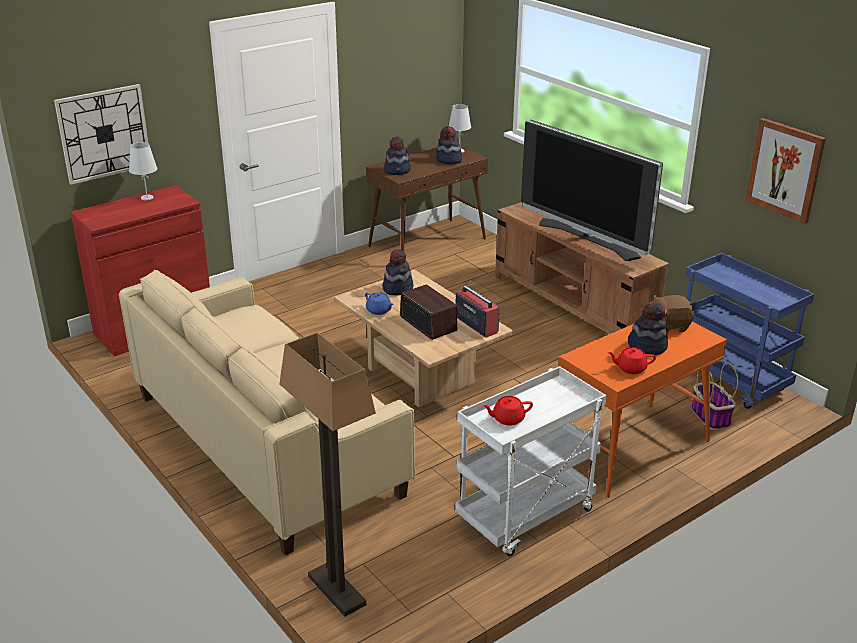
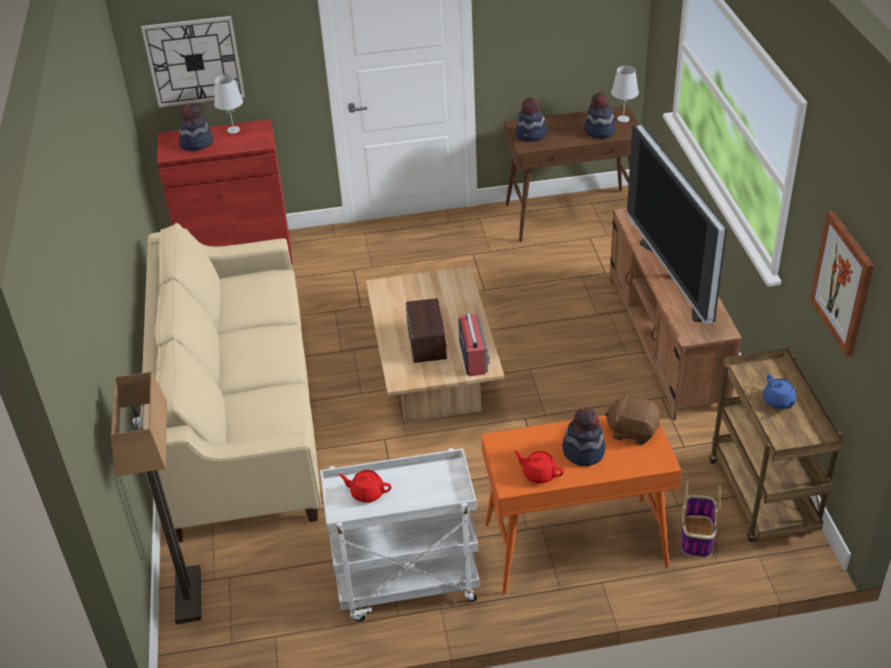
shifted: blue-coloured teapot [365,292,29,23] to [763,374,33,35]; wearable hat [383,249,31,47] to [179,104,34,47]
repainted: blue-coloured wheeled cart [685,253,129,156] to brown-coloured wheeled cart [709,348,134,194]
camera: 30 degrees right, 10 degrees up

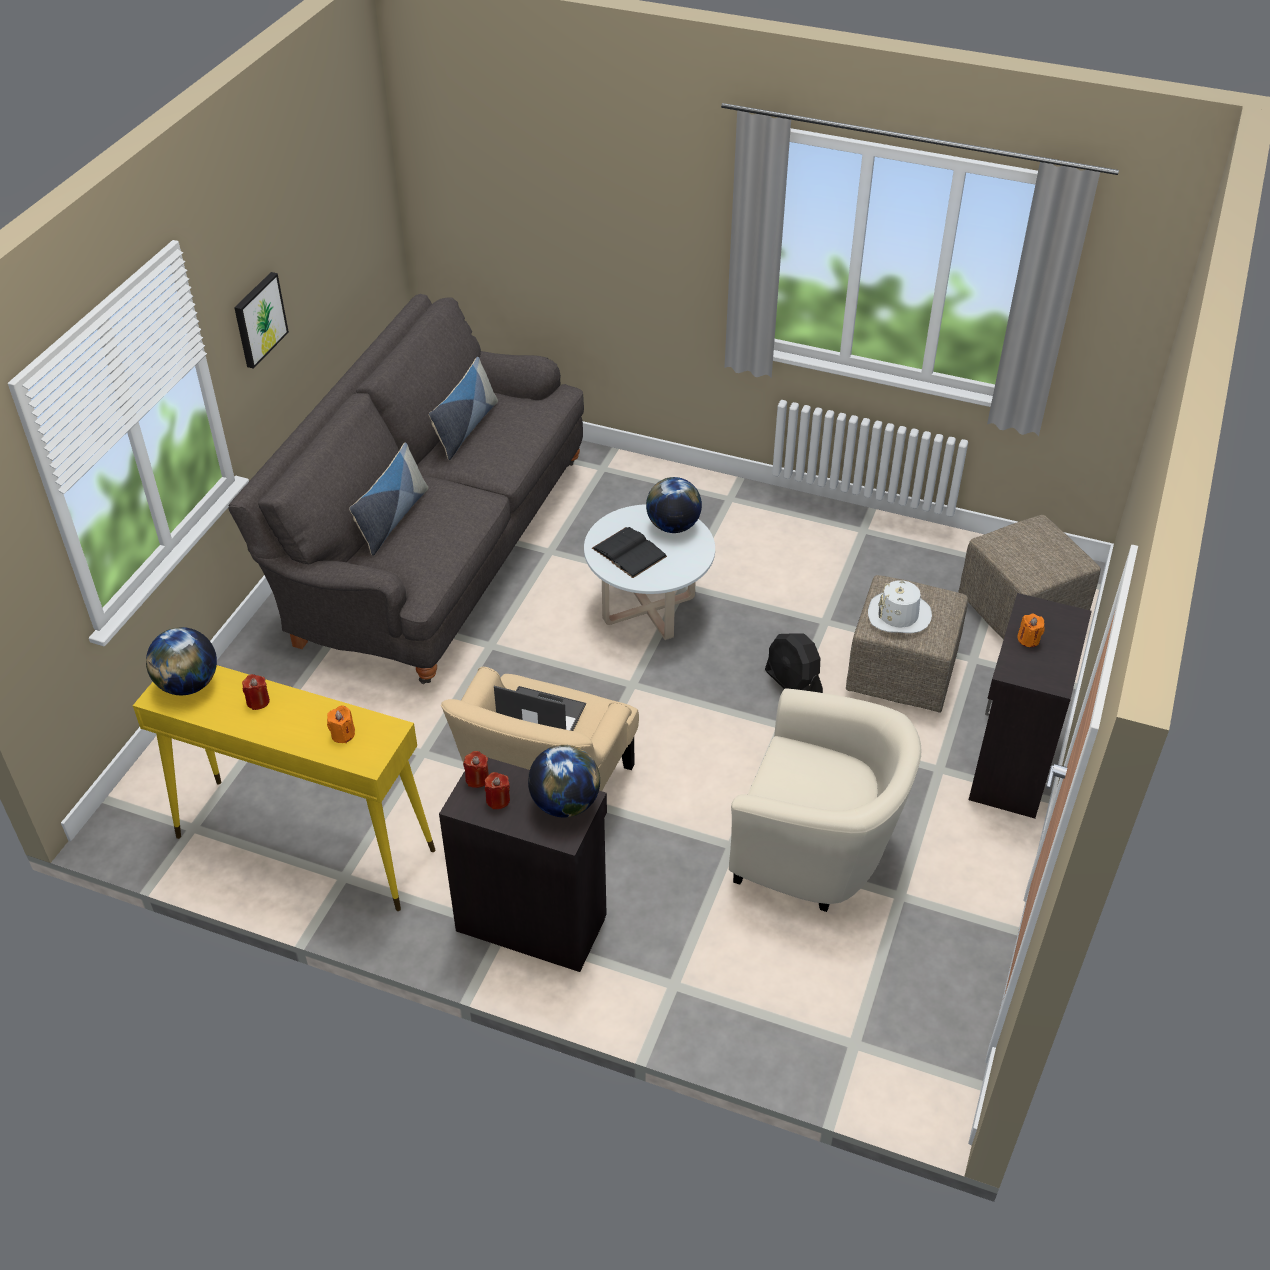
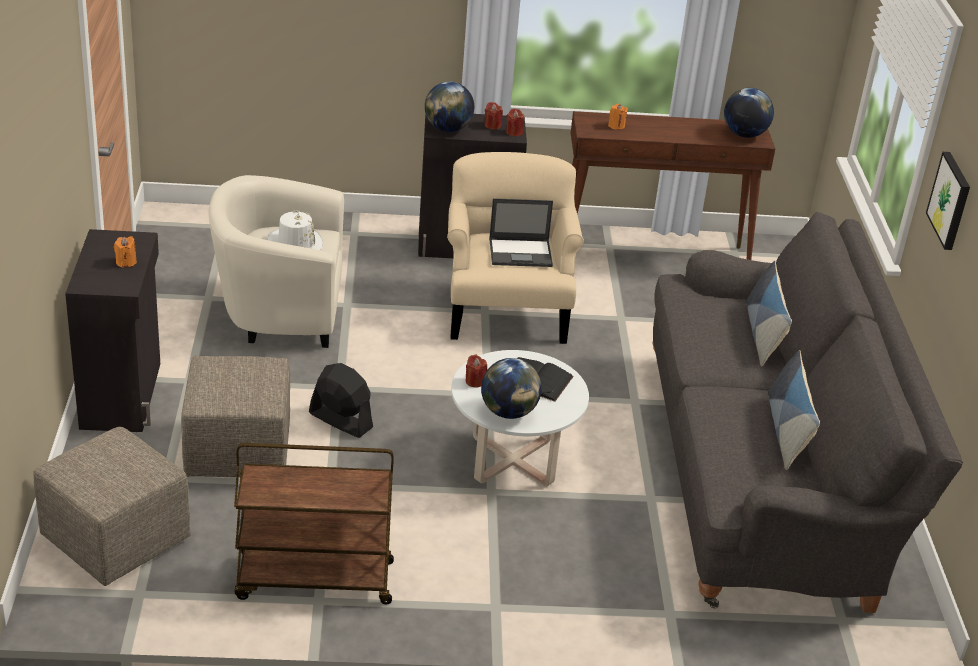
new: brown-coloured wheeled cart [234,443,160,162]
shifted: red-coloured wax candle [242,674,28,36] to [466,355,21,32]; white-coloured wearable hat [868,580,64,53] to [267,210,56,40]
repainted: yellowish narrow table [133,665,302,246] to brown-coloured narrow table [571,111,204,149]
camera: 155 degrees right, 10 degrees down

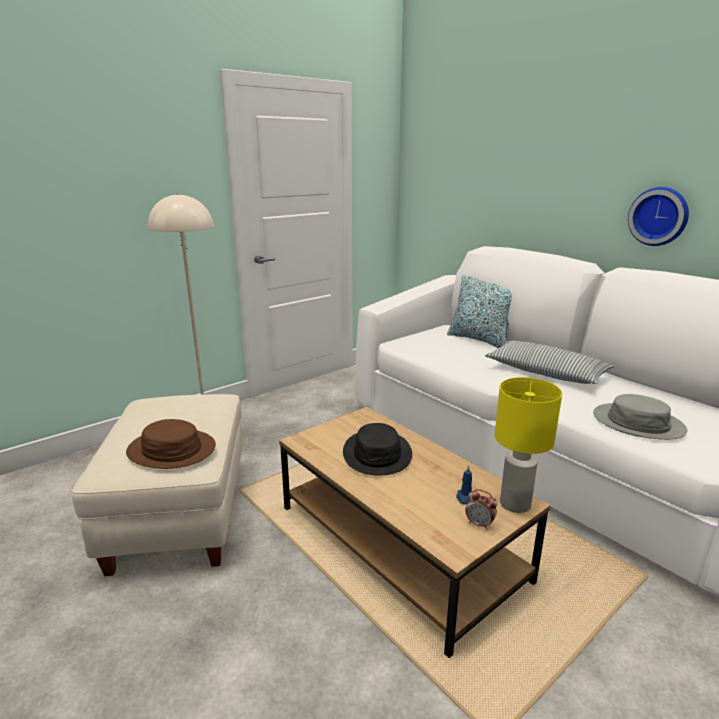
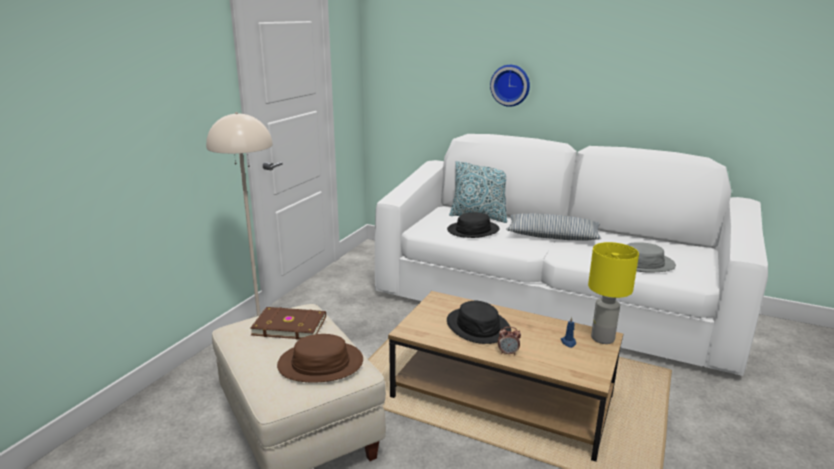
new: brown-coloured volume [250,307,76,33]; black-coloured wearable hat [447,212,53,26]
shifted: alarm clock [465,489,32,41] to [498,327,23,28]; wall clock [628,187,61,59] to [490,65,40,42]
camera: 25 degrees left, 0 degrees up

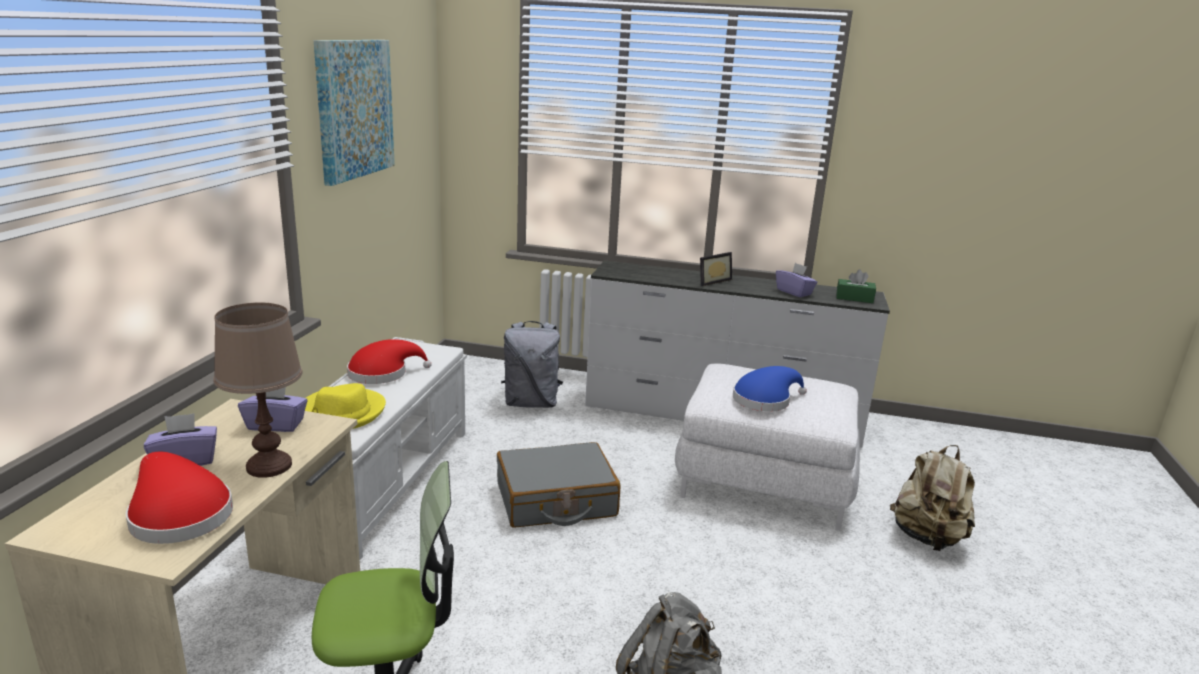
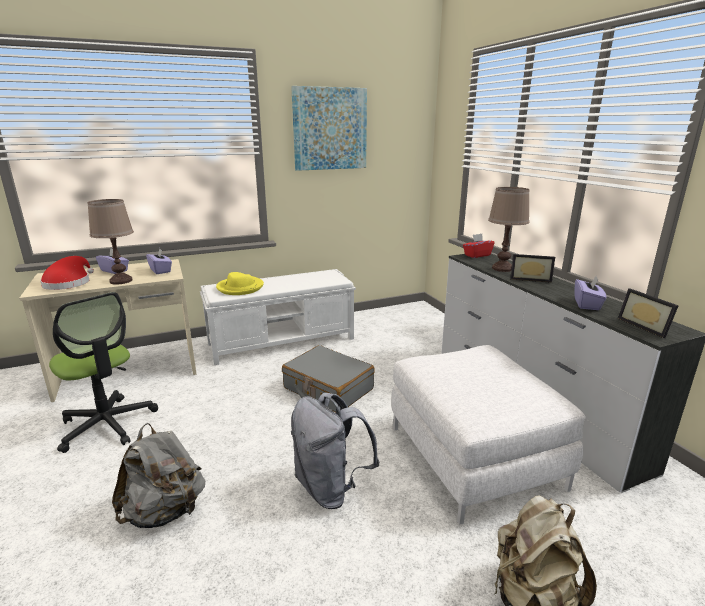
gone: red-coloured wearable hat [347,339,85,45]; blue-coloured wearable hat [733,366,74,45]
new: red-coloured tissue holder [463,234,32,24]; brown-coloured tabletop lamp [488,187,42,85]
shifted: gray backpack [501,321,62,87] to [291,392,89,117]
swapped: greenish tissue holder [836,269,40,34] to picture frame [618,288,60,50]
camera: 55 degrees right, 0 degrees up

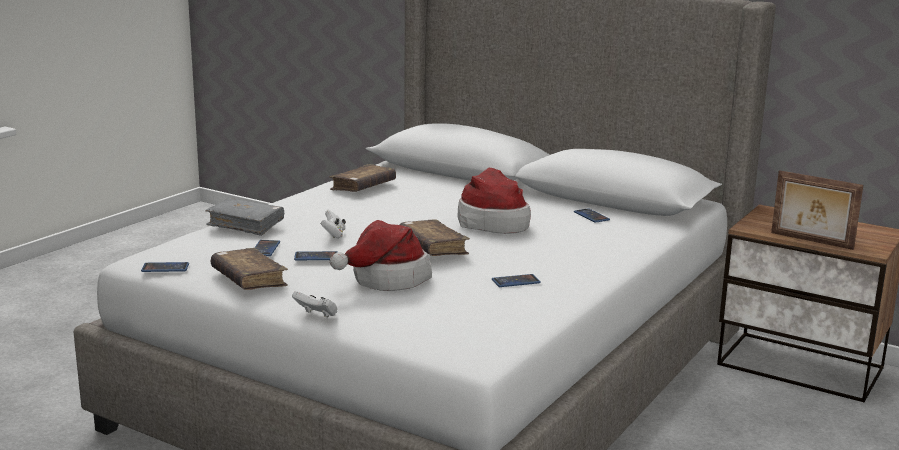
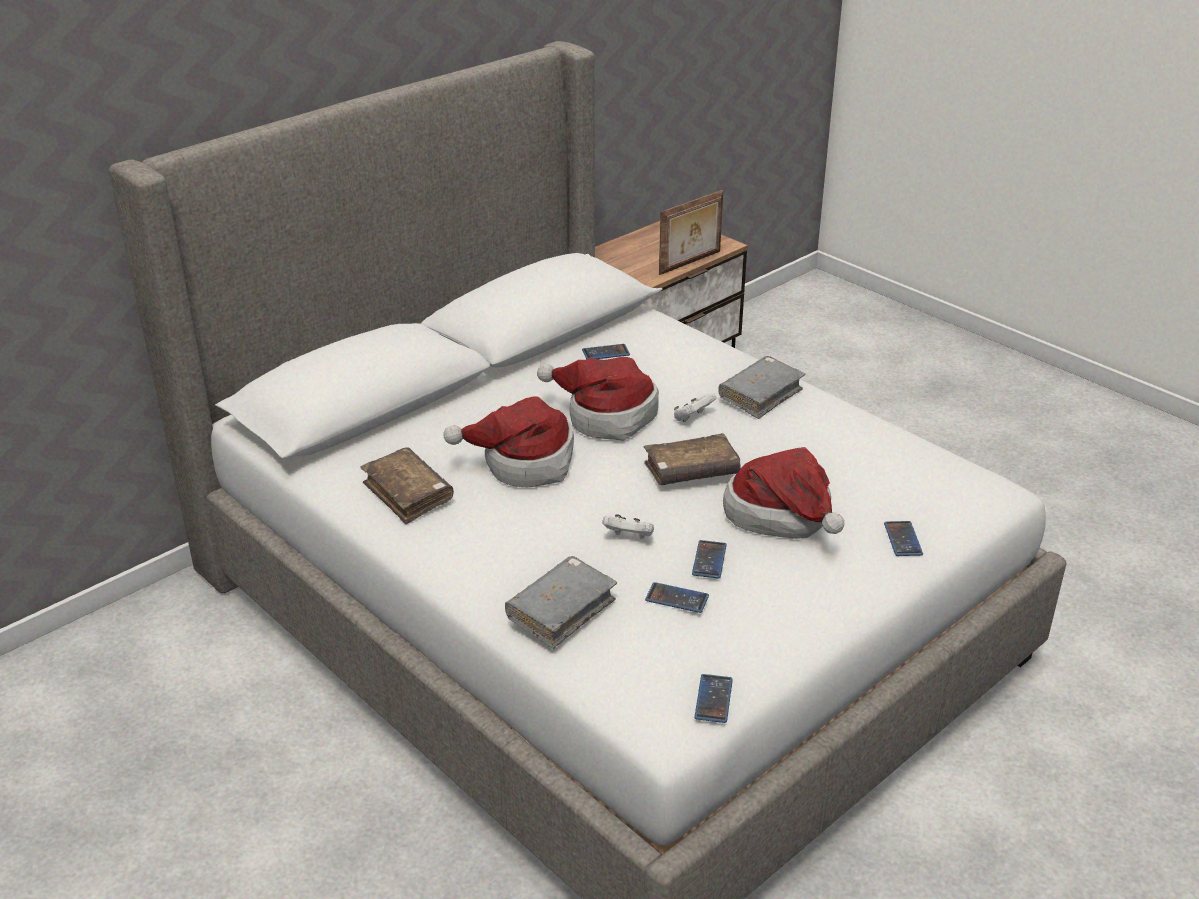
gone: brown-coloured volume [211,248,77,42]
new: wearable hat [443,396,131,91]; gray volume [718,356,87,63]
shifted: white-coloured game controller [292,291,45,27] to [674,393,43,29]; telephone [492,274,49,13] to [884,521,39,35]
camera: 75 degrees left, 15 degrees up

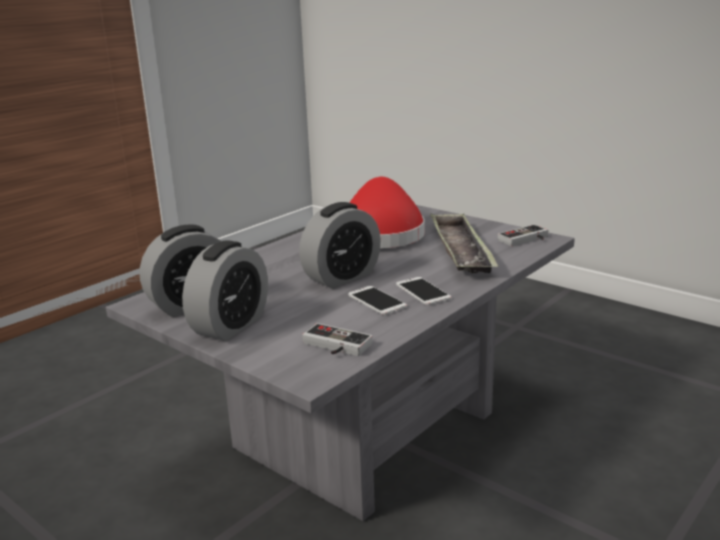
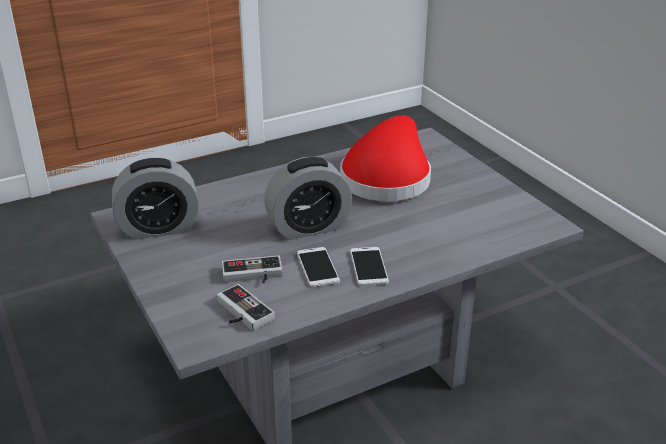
gone: alarm clock [182,240,86,101]; carrying tray [430,213,69,60]
shifted: game controller [498,224,50,22] to [222,255,61,28]
camera: 20 degrees right, 10 degrees up

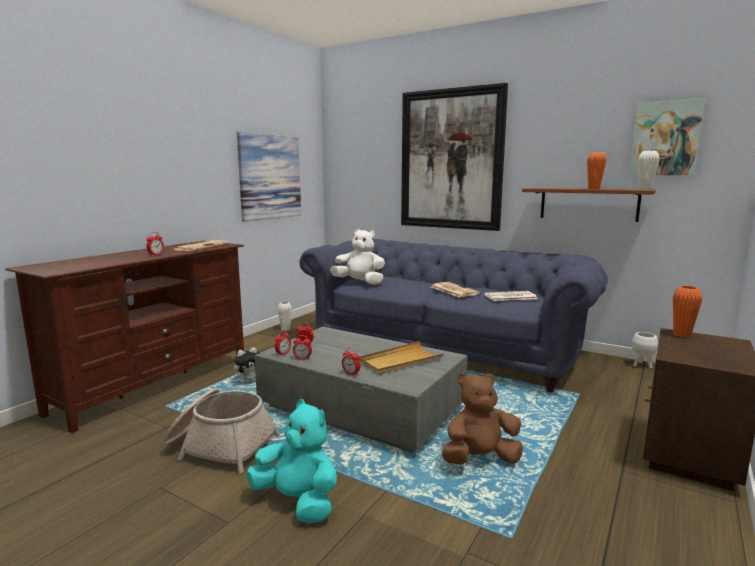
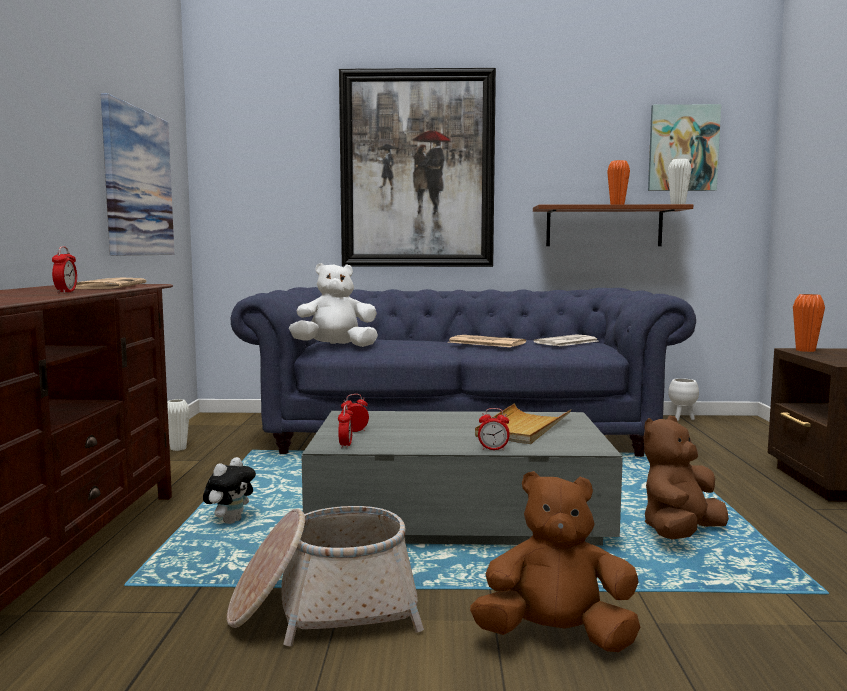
gone: alarm clock [293,335,19,25]
repainted: turquoise-coloured soft toy [246,399,91,124] to brown-coloured soft toy [470,471,170,181]
camera: 30 degrees left, 5 degrees down

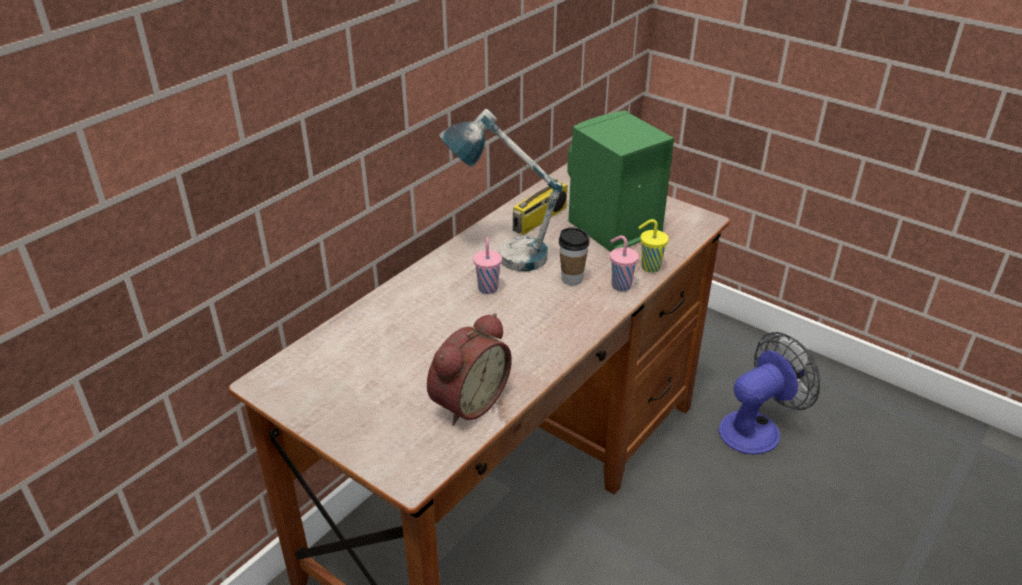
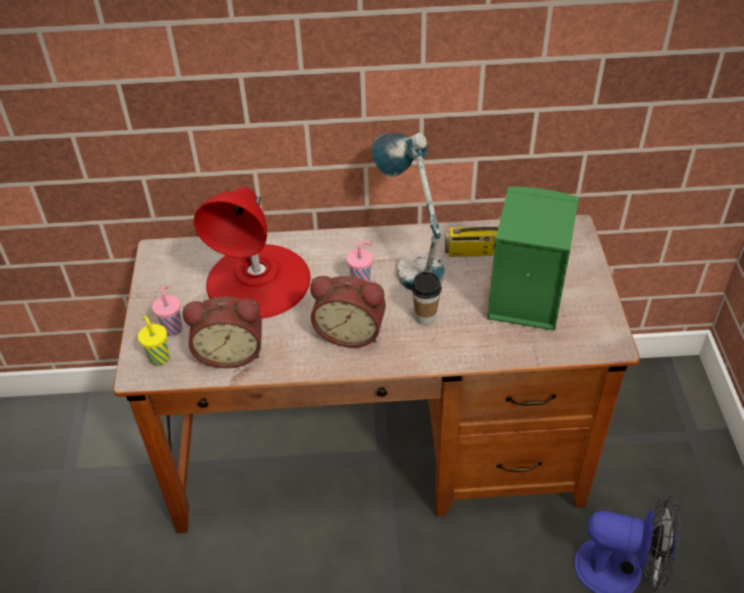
new: red-coloured tabletop lamp [193,187,118,132]; alarm clock [310,276,76,72]
shifted: pinkish cup [610,236,29,55] to [152,286,30,50]; yellowish cup [638,219,31,54] to [138,316,31,50]
camera: 50 degrees right, 10 degrees up

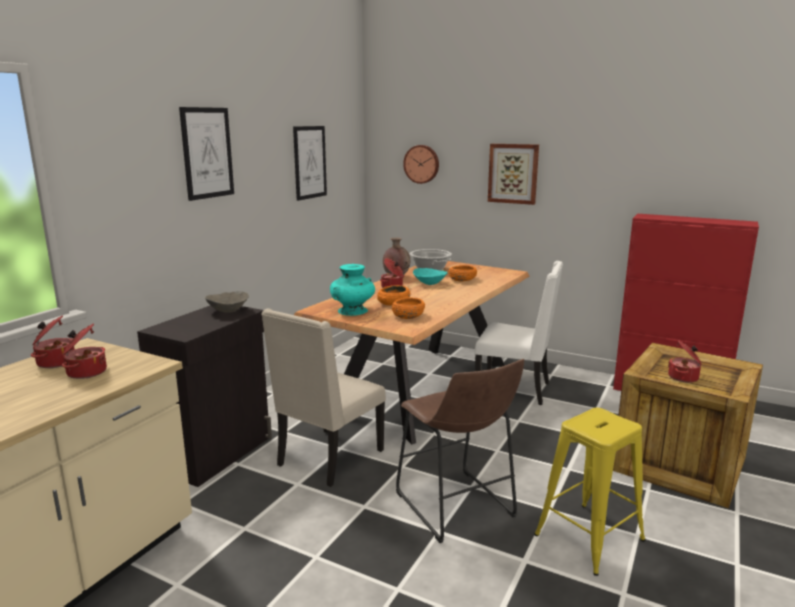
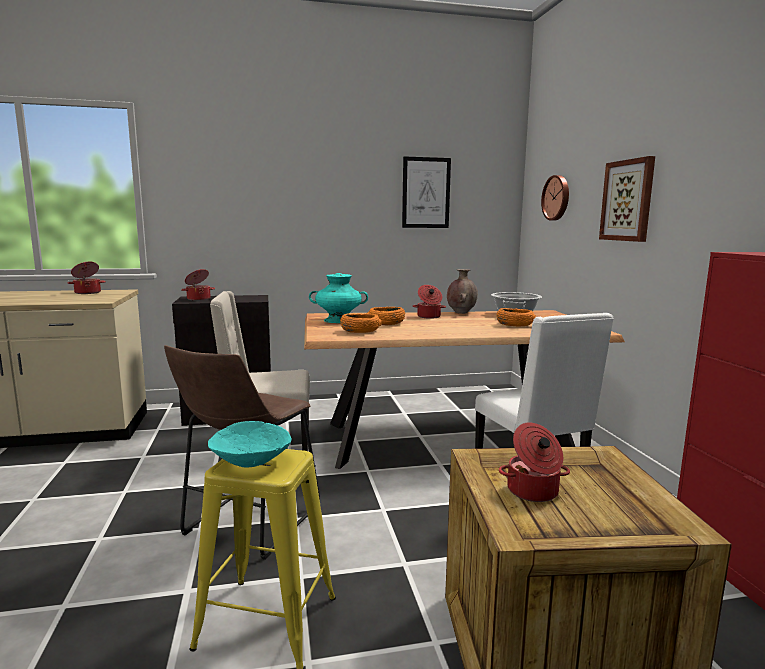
gone: wall art [179,107,55,94]; gray serving bowl [205,291,44,22]
shifted: stockpot [62,324,45,55] to [181,269,34,32]; turquoise-coloured serving bowl [413,268,35,17] to [208,421,84,47]
camera: 50 degrees right, 5 degrees down

